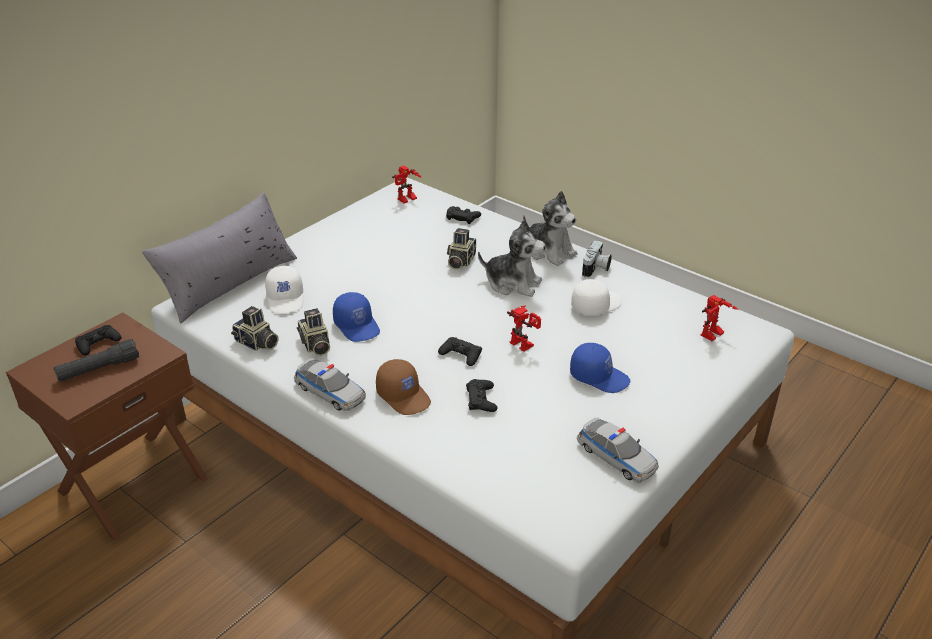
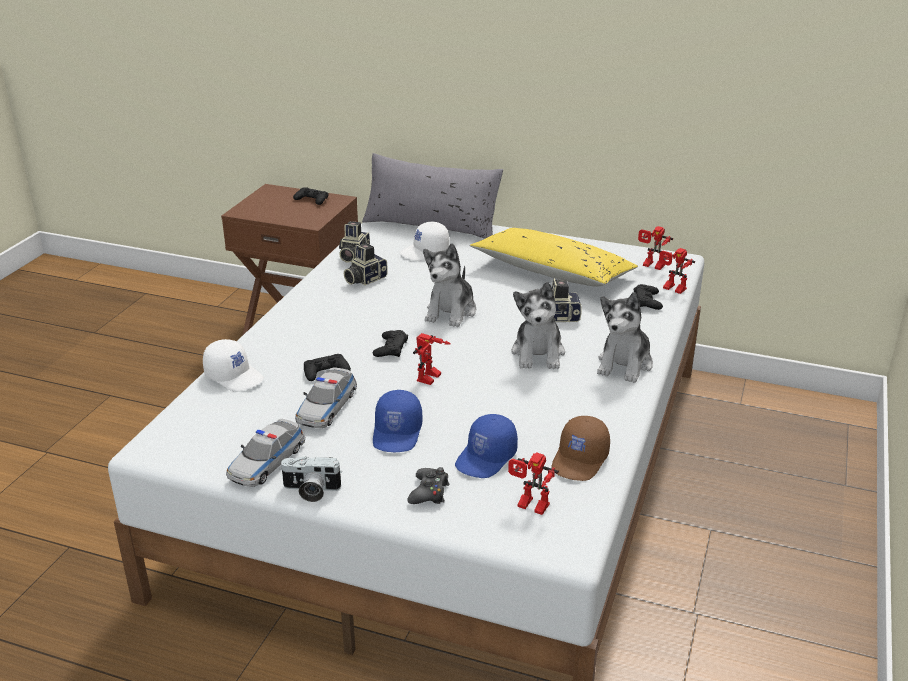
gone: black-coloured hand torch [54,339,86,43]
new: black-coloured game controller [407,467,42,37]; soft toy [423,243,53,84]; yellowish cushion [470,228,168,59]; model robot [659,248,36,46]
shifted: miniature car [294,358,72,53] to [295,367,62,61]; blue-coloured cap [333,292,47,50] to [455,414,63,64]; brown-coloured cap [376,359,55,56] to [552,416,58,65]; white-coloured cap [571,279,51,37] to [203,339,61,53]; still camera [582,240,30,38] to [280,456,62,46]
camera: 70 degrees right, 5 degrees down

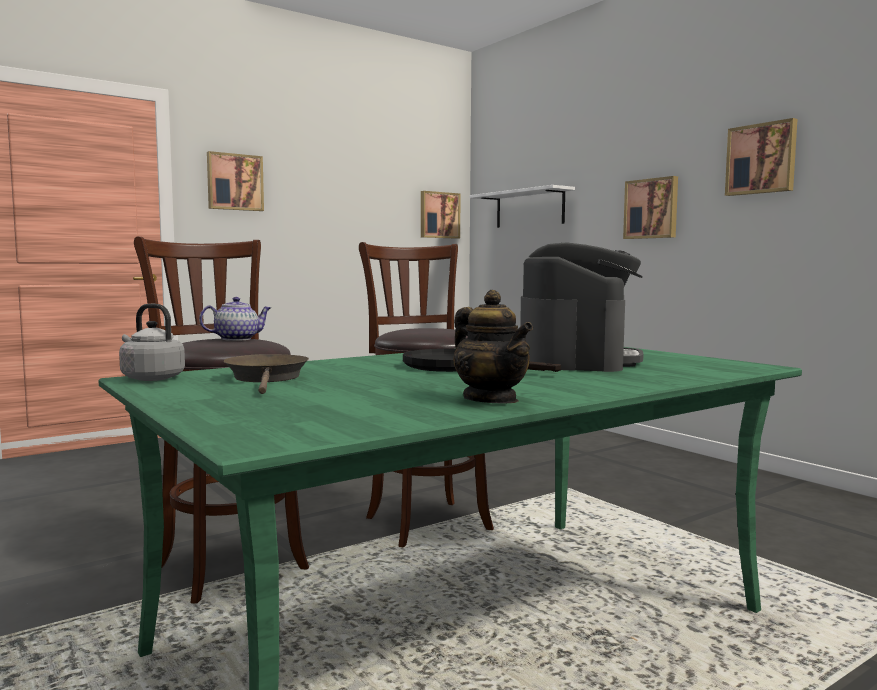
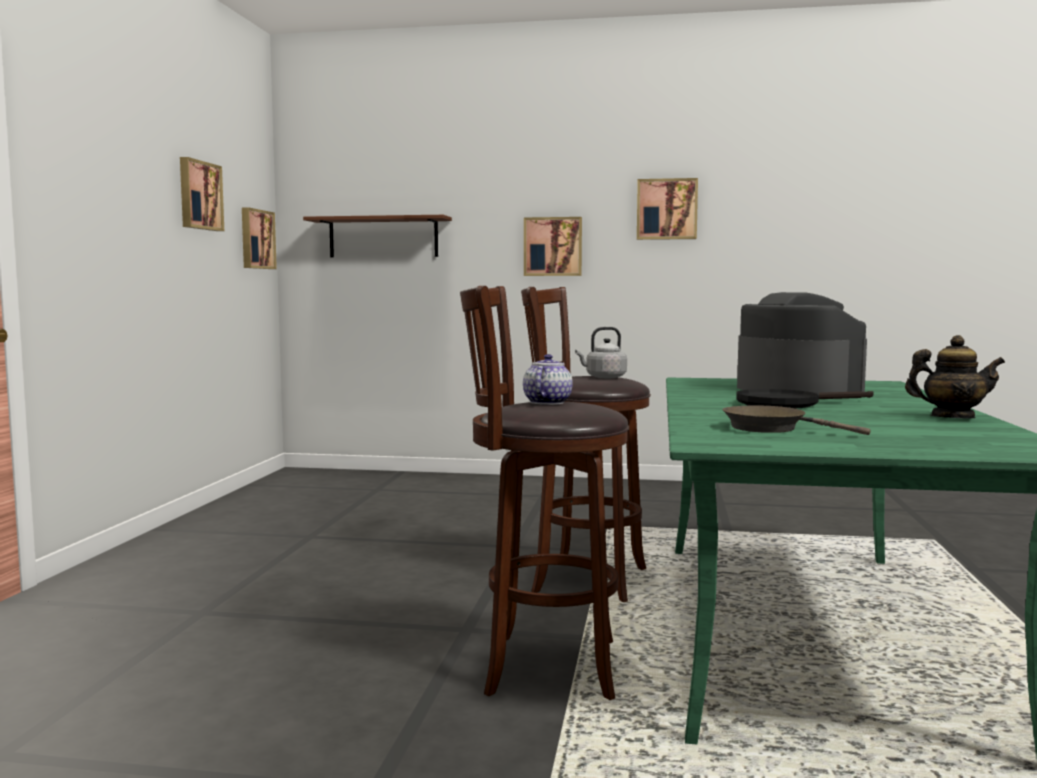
shifted: gray tea kettle [119,304,66,77] to [575,327,52,51]; wall art [207,151,57,60] to [180,157,44,74]
repainted: white-coloured wall shelf [470,185,105,43] to brown-coloured wall shelf [303,215,149,42]
camera: 45 degrees left, 0 degrees up

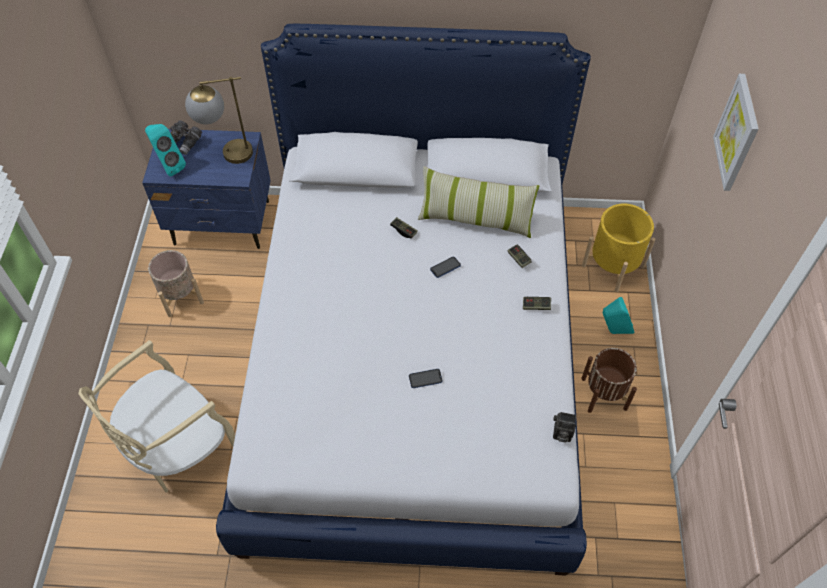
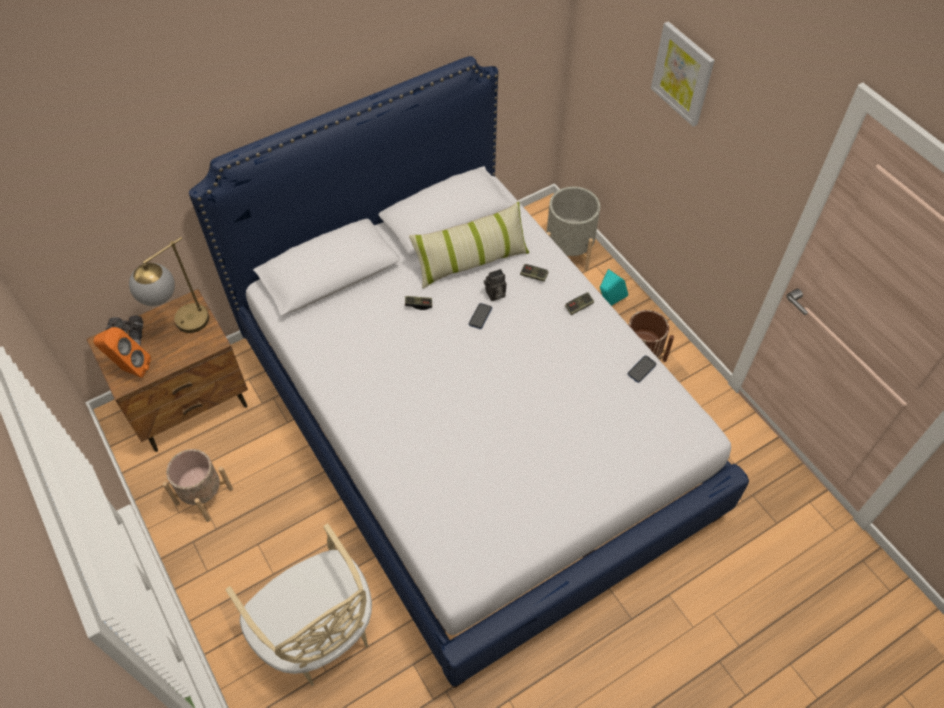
shifted: telephone [409,369,33,19] to [627,355,30,28]; still camera [553,412,23,31] to [484,269,22,32]
repainted: blue-coloured bedside table [142,129,129,120] to brown-coloured bedside table [86,289,162,163]; turquoise-coloured audio speaker [145,124,41,52] to orangey audio speaker [93,327,58,51]; yellowish flower pot [582,204,73,88] to gray flower pot [547,187,53,84]
rotated: beige-coloured upright chair [78,340,157,153] = [225,523,147,163] 45 degrees counterclockwise
camera: 35 degrees left, 0 degrees up

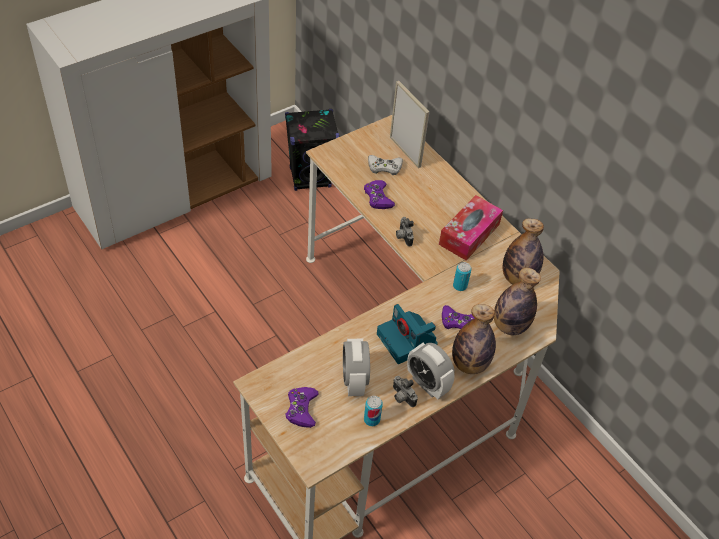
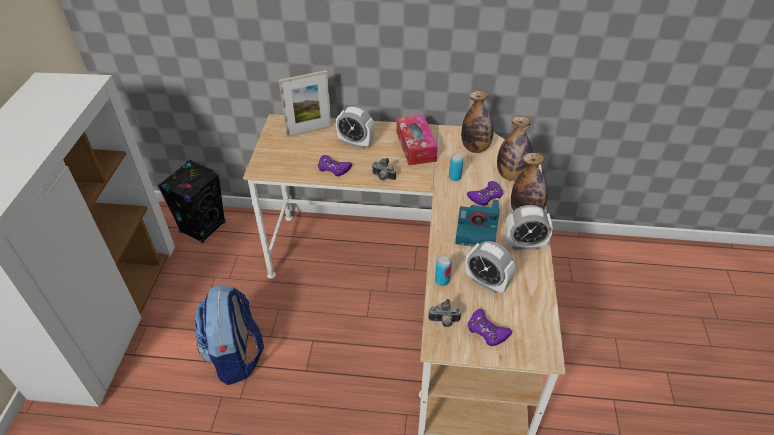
gone: white-coloured game controller [368,155,35,20]
new: backpack [195,284,69,101]; alarm clock [336,106,39,43]
shifted: sealed can [364,396,19,30] to [435,256,17,30]; still camera [393,376,25,31] to [428,299,33,28]
rotated: picture frame [390,81,40,87] = [279,70,53,67] 150 degrees clockwise
camera: 45 degrees left, 5 degrees down

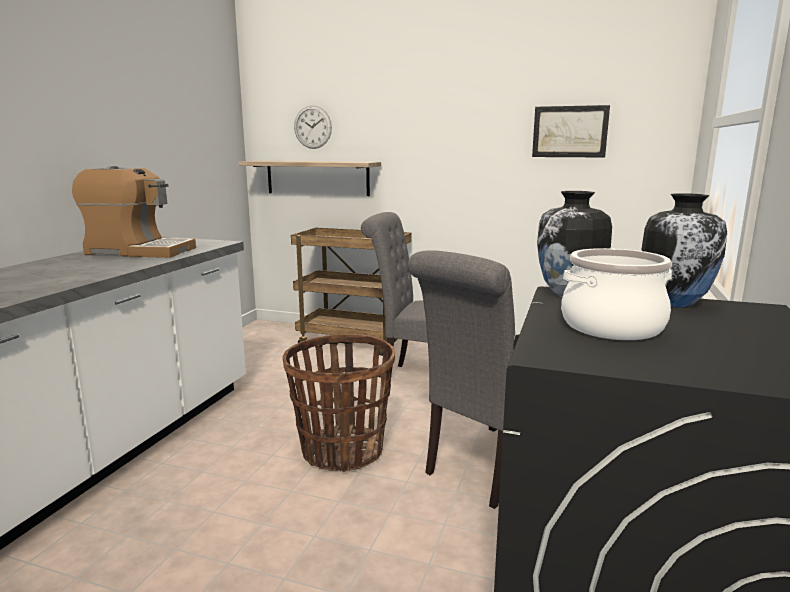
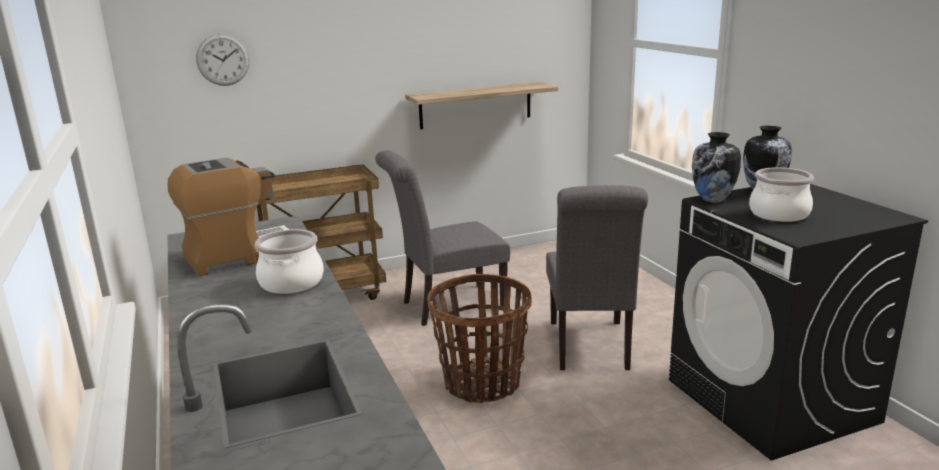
gone: wall art [532,105,78,52]
new: stockpot [255,229,69,65]
shifted: wall shelf [238,161,143,35] to [405,82,153,48]
camera: 40 degrees left, 5 degrees up

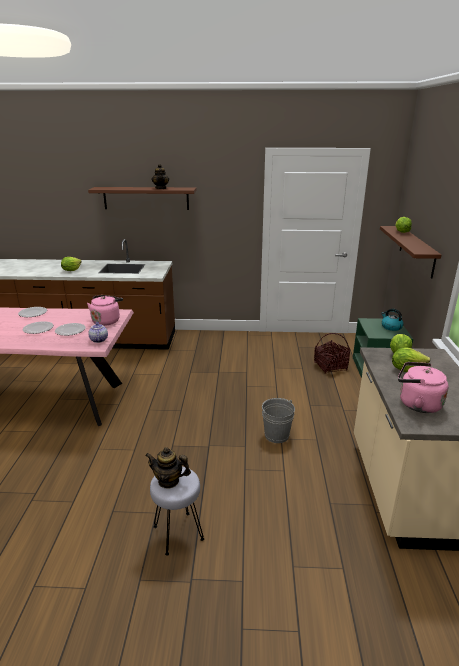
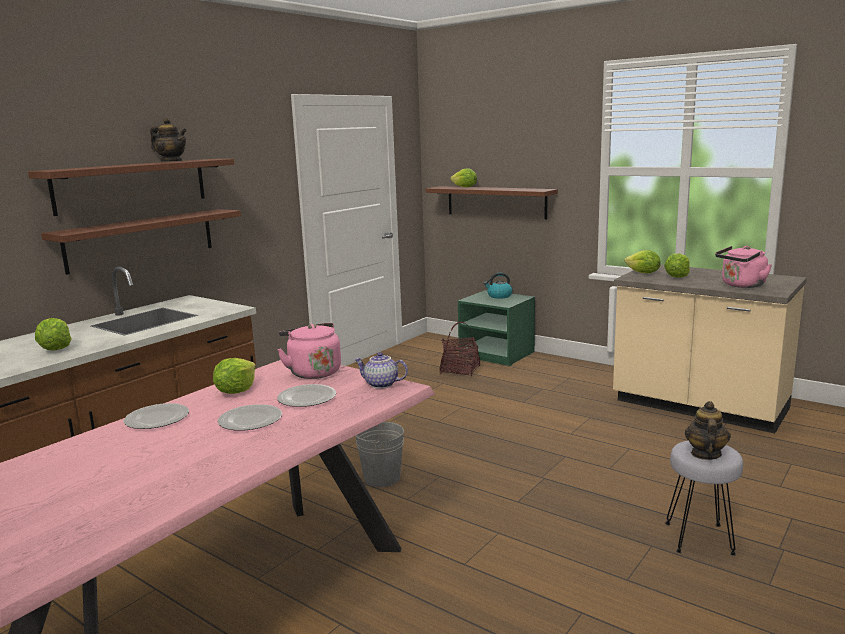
new: brown-coloured wall shelf [41,209,200,66]; lettuce head [213,358,43,36]
shifted: gray bucket [262,398,33,45] to [356,422,48,65]
rotated: teapot [145,447,46,42] = [685,401,46,59] 150 degrees clockwise
camera: 55 degrees left, 10 degrees down

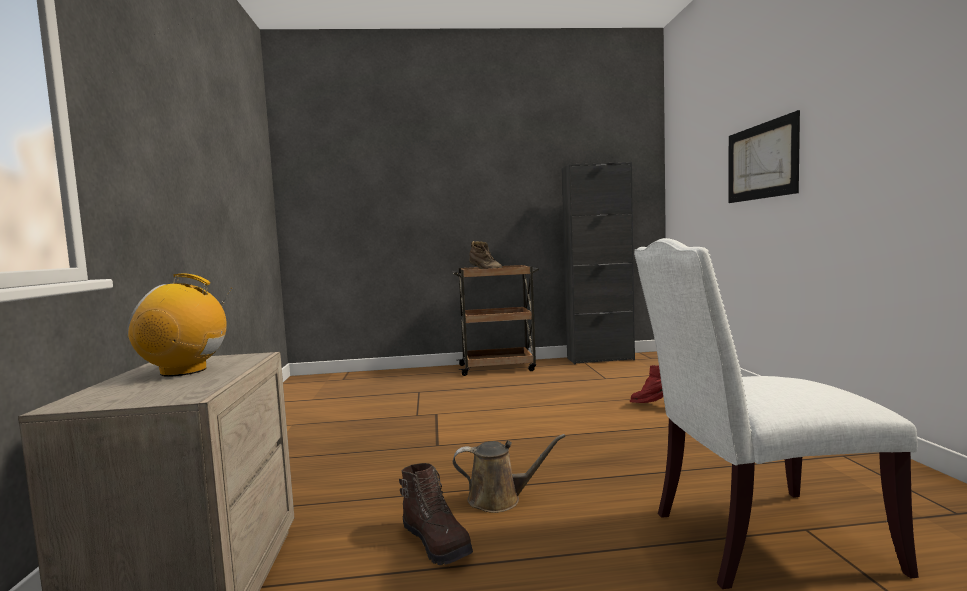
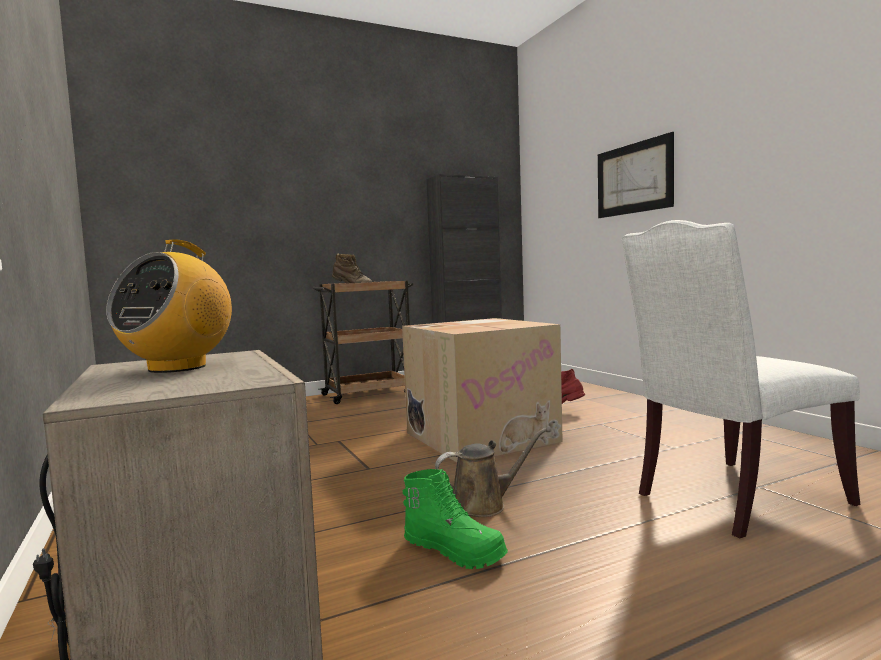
new: cardboard box [402,318,161,144]
repainted: brown-coloured high-top boot [399,463,74,102] to greenish high-top boot [403,469,105,100]
rotated: radio receiver [127,274,105,103] = [106,240,126,133] 45 degrees counterclockwise
camera: 20 degrees left, 0 degrees up

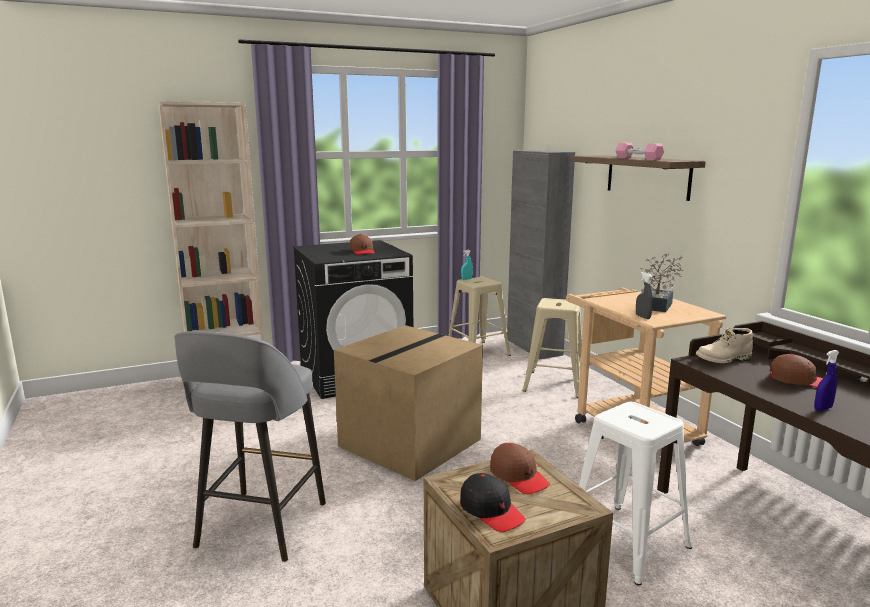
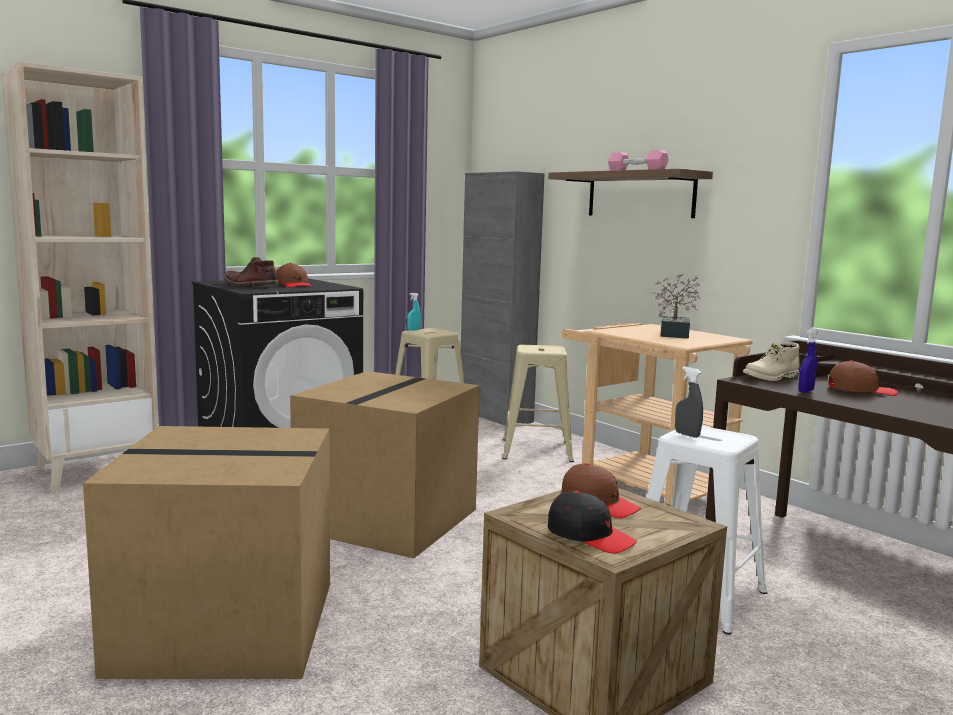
new: brown-coloured high-top boot [224,257,55,30]
shifted: gray spray bottle [636,272,17,47] to [675,367,28,71]; blue-coloured spray bottle [814,350,25,61] to [798,329,19,64]
swapped: gray sitting stool [174,331,152,231] to cardboard box [83,426,247,253]
camera: 15 degrees left, 5 degrees down

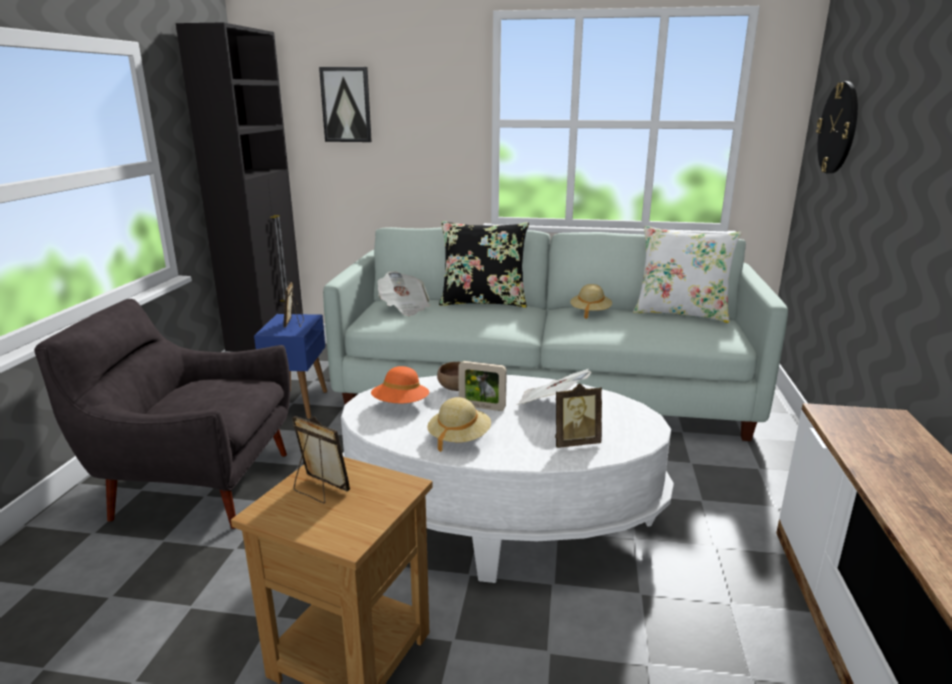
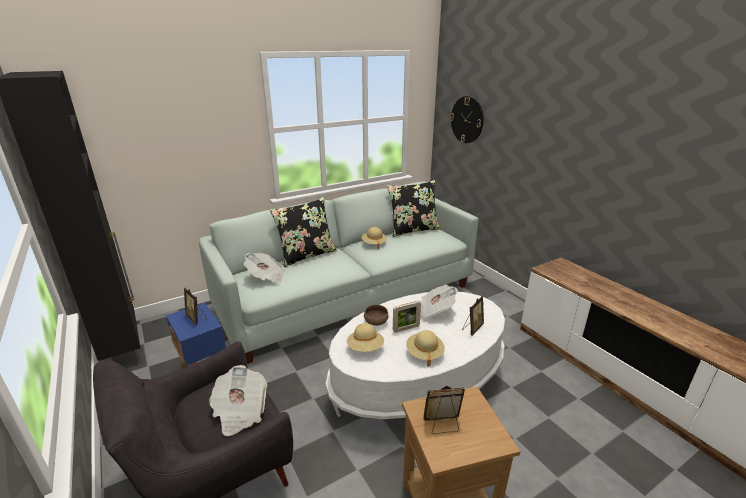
gone: wall art [319,67,53,75]
new: newspaper [209,365,58,72]
repainted: orangey wearable hat [371,366,58,37] to beige-coloured wearable hat [347,323,37,29]; white-coloured cushion [633,226,109,97] to black-coloured cushion [387,180,53,57]
camera: 40 degrees left, 5 degrees up

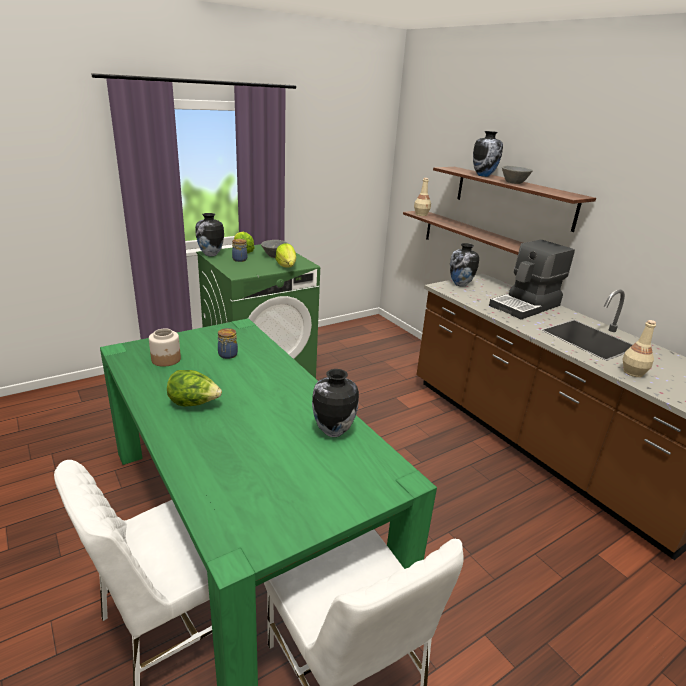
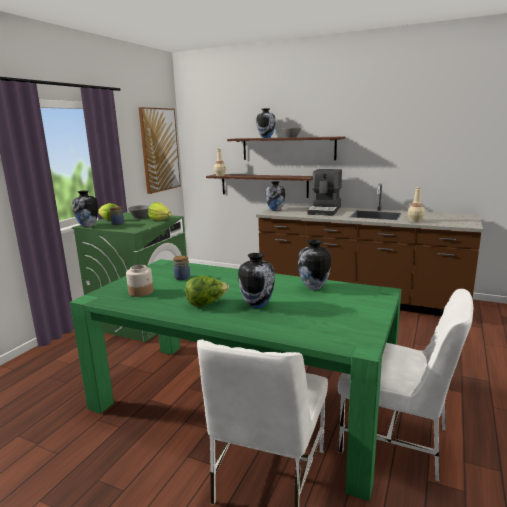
new: wall art [139,107,42,87]; vase [238,253,37,55]
camera: 30 degrees left, 10 degrees down

